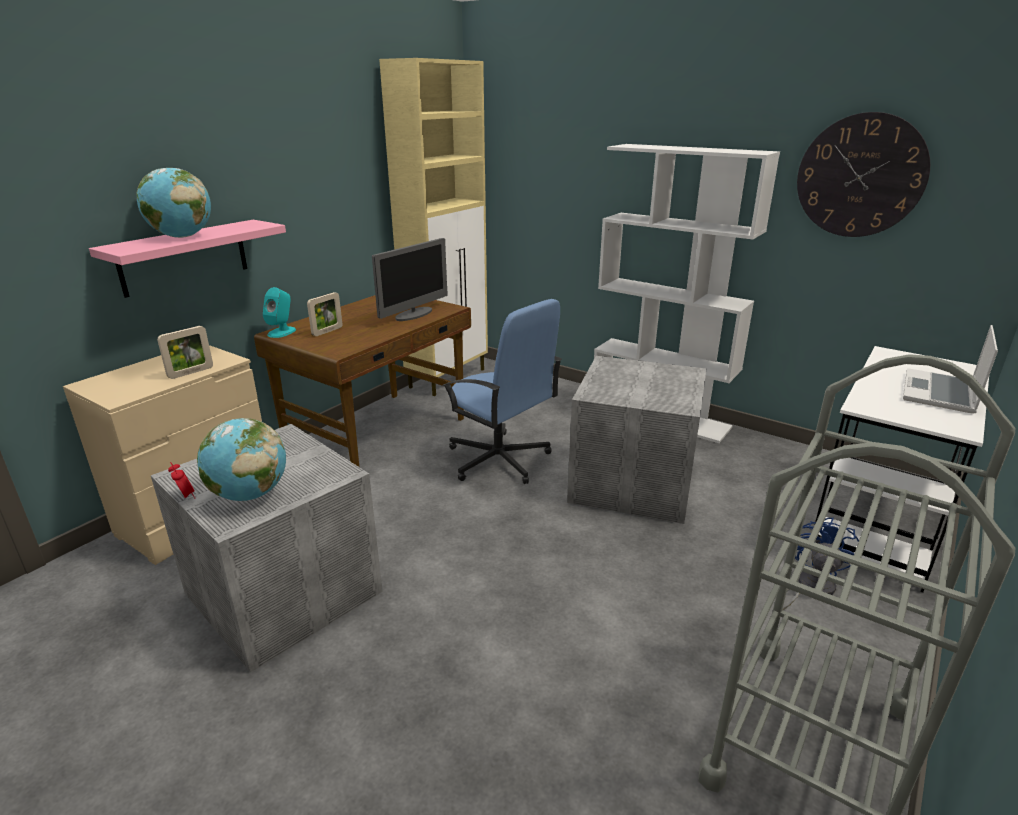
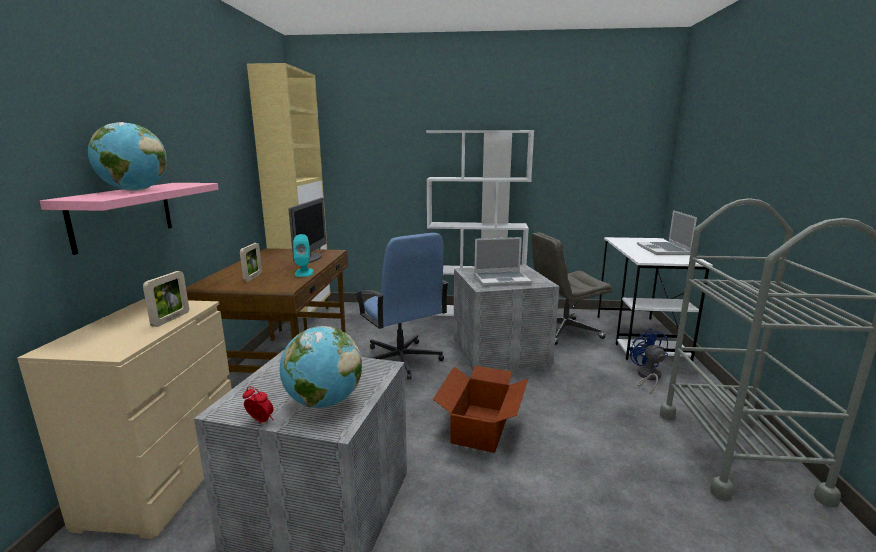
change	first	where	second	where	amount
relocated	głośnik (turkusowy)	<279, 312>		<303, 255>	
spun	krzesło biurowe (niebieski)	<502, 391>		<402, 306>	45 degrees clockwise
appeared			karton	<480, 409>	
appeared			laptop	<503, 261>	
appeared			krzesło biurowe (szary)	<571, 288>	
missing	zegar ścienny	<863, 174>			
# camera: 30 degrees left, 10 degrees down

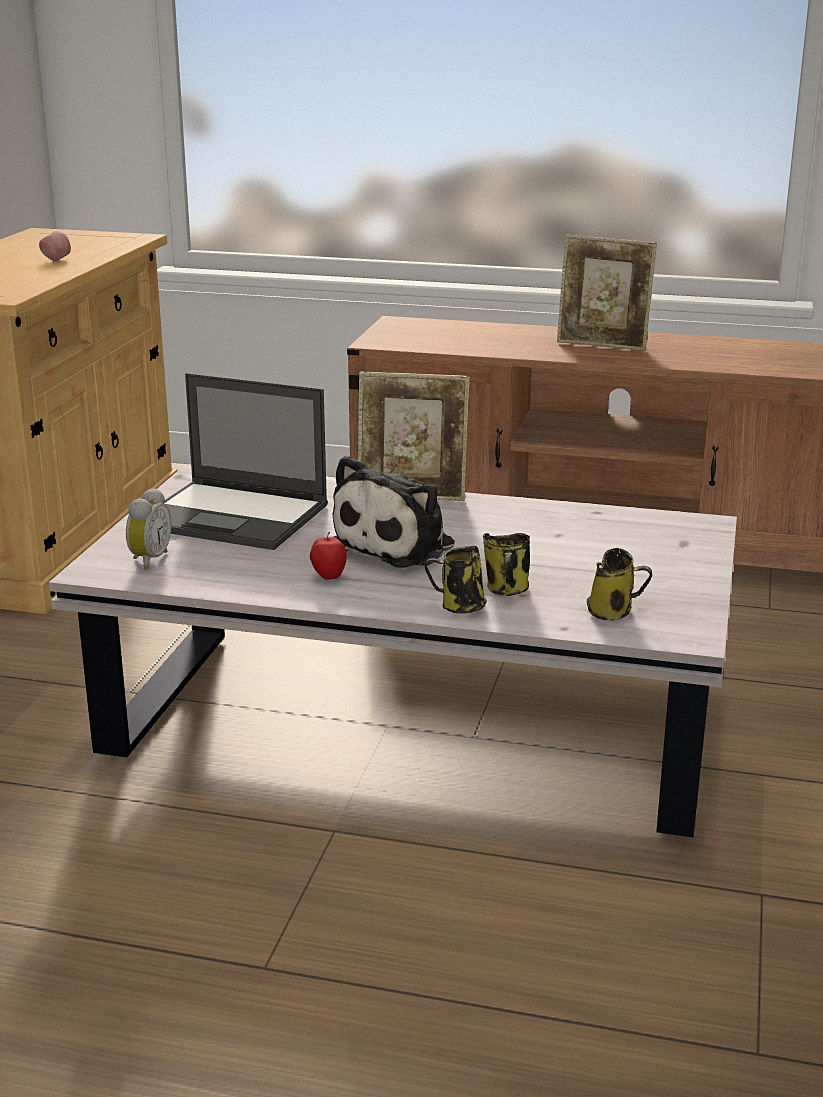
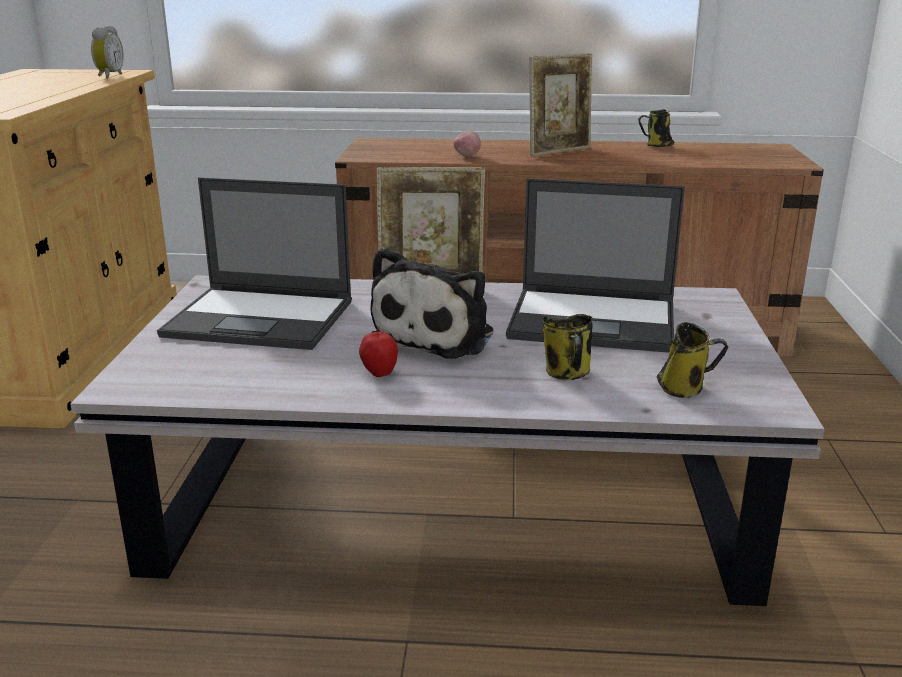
change	first	where	second	where	amount
relocated	budzik	<149, 529>		<107, 52>	
relocated	jabłko	<55, 246>		<467, 144>	
appeared			laptop	<595, 265>	
spun	ramka na zdjęcie	<607, 292>		<561, 105>	45 degrees counterclockwise
relocated	kubek	<456, 580>		<656, 128>	
# camera: 10 degrees left, 0 degrees up

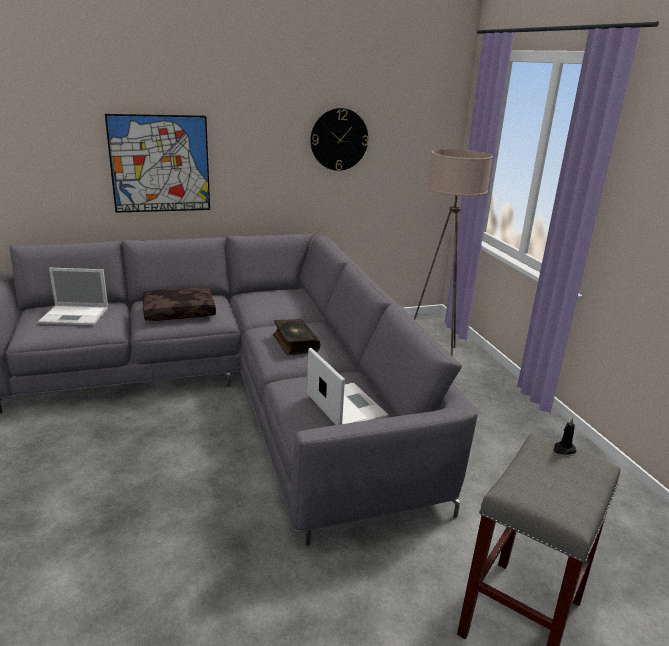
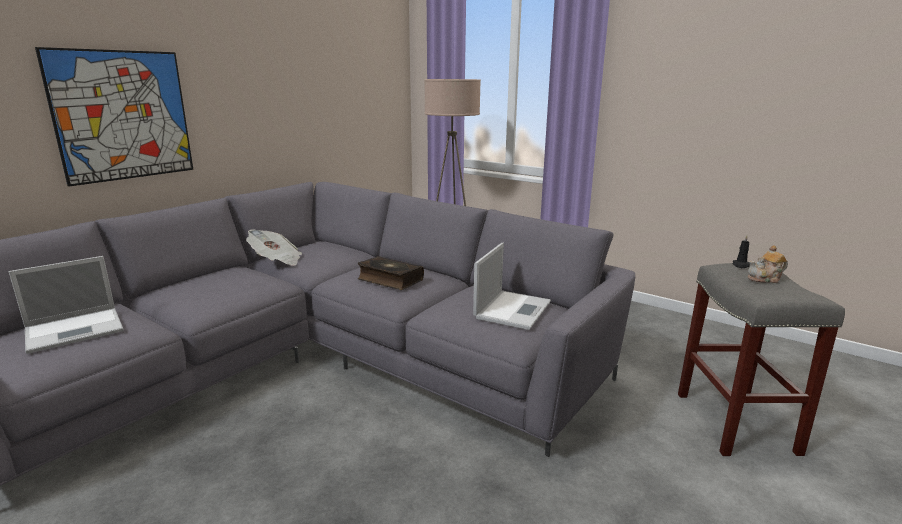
change	first	where	second	where	amount
appeared			gazeta	<274, 247>	
spun	laptop	<348, 386>		<512, 286>	90 degrees clockwise
appeared			imbryk	<768, 264>	
missing	poduszka (brązowy)	<179, 304>			
missing	zegar ścienny	<339, 139>			
# camera: 35 degrees left, 5 degrees down

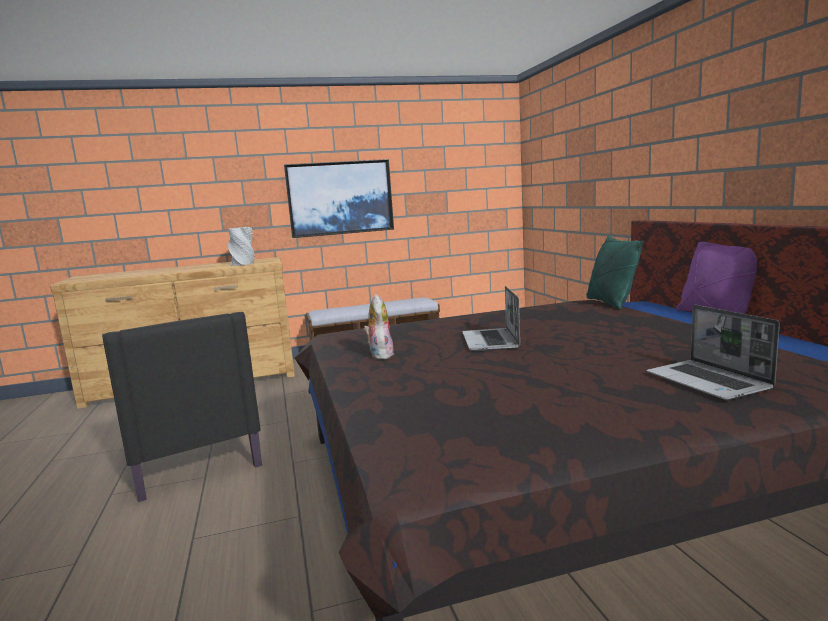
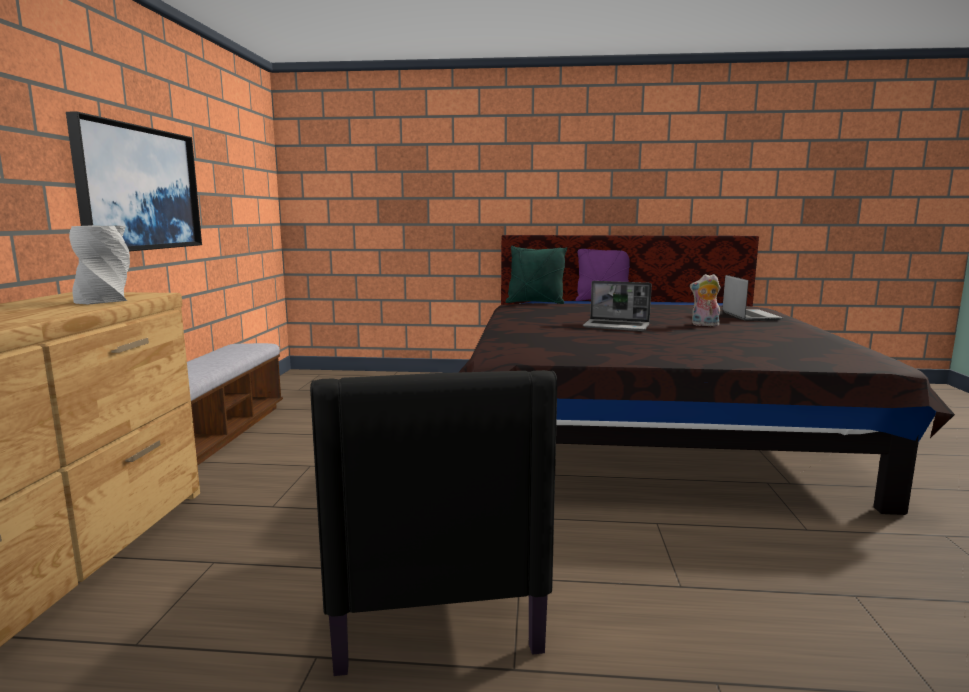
change	first	where	second	where	amount
spun	fotel (czarny)	<182, 407>		<433, 523>	90 degrees clockwise
relocated	pluszak	<378, 326>		<705, 300>	
spun	laptop	<713, 352>		<752, 298>	90 degrees counterclockwise
# camera: 70 degrees left, 0 degrees up

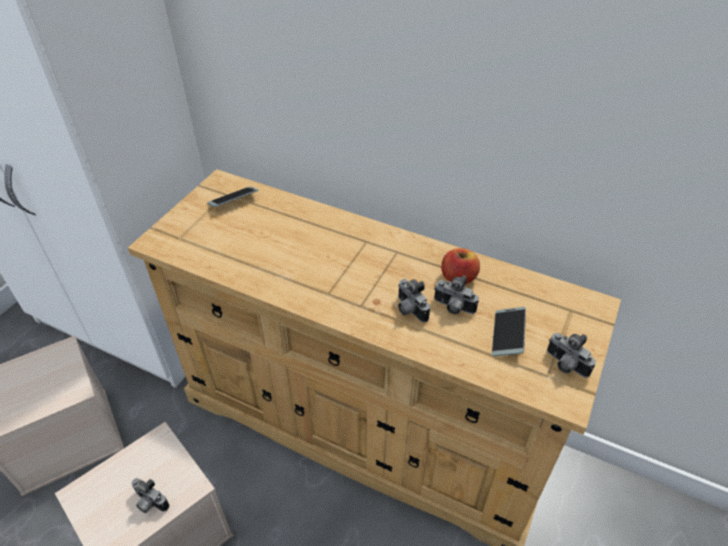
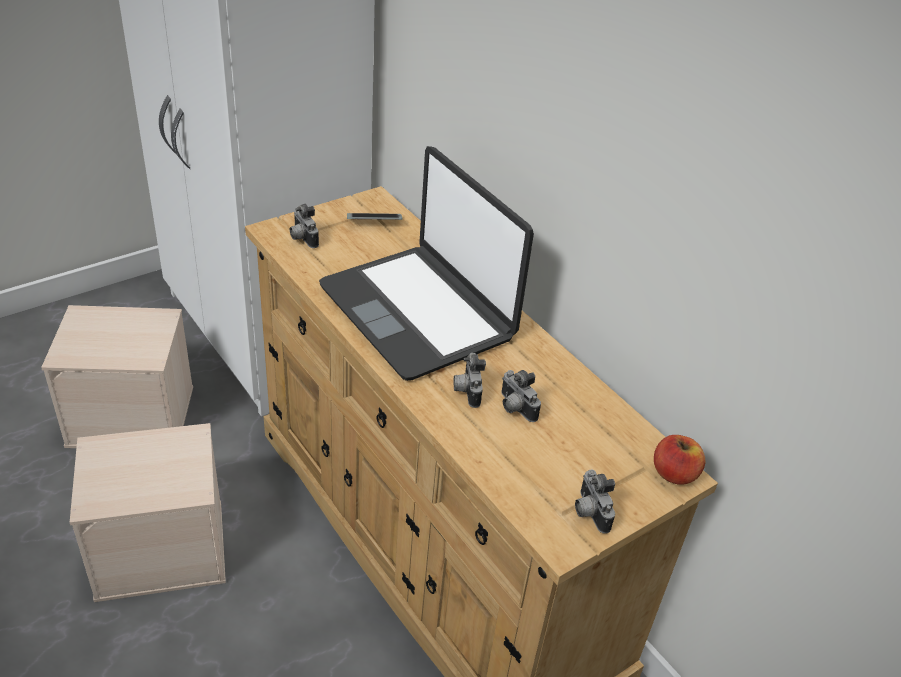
change	first	where	second	where	amount
relocated	aparat fotograficzny	<150, 495>		<304, 226>	
appeared			laptop	<426, 263>	
relocated	jabłko	<460, 266>		<679, 460>	
missing	telefon	<509, 331>			
# camera: 25 degrees right, 5 degrees down

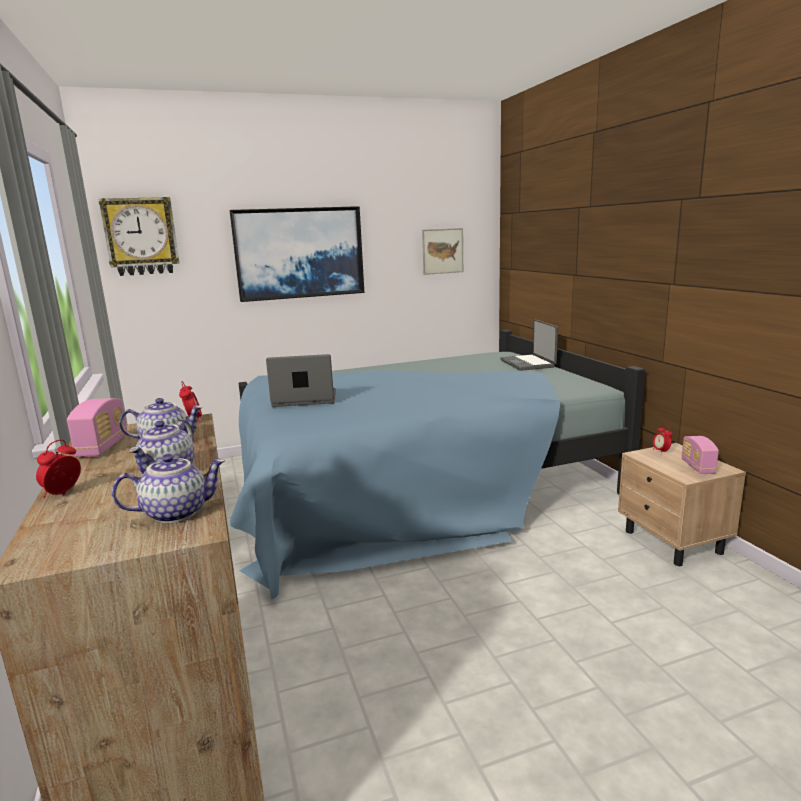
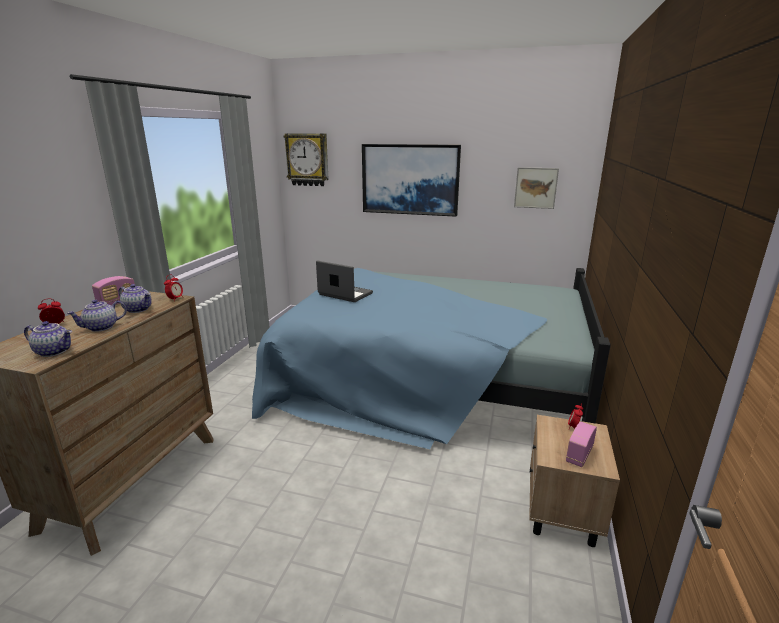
change	first	where	second	where	amount
missing	laptop	<529, 345>			
# camera: 35 degrees right, 5 degrees up

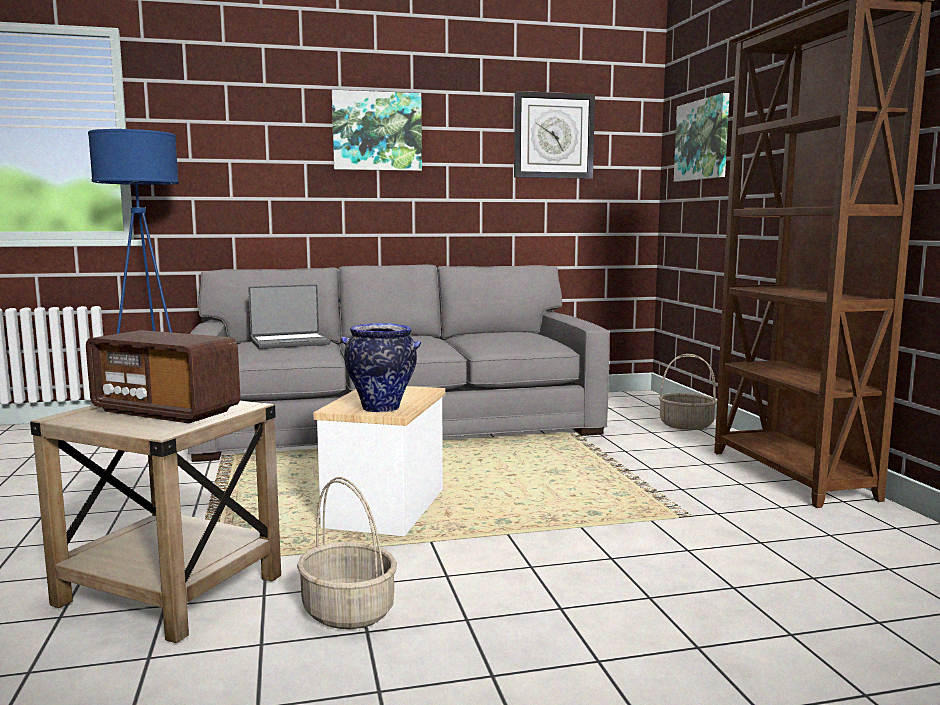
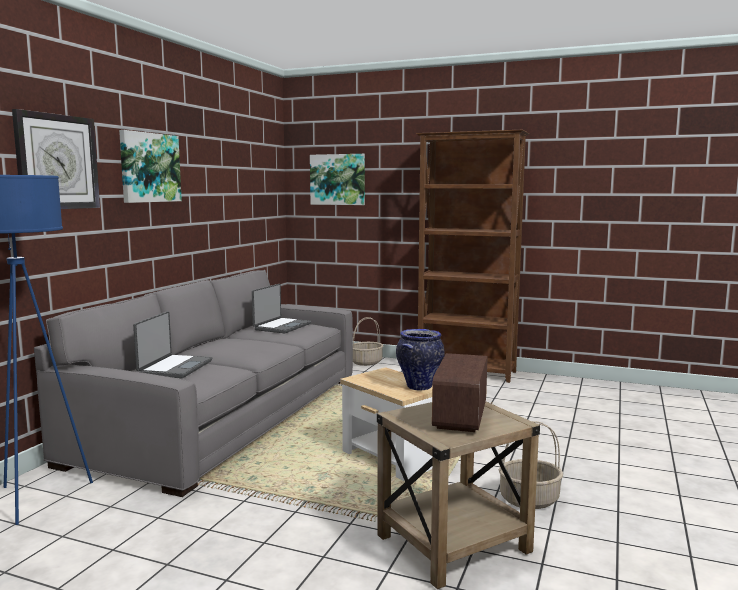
change	first	where	second	where	amount
relocated	zegar ścienny	<554, 135>		<56, 159>	
appeared			laptop	<281, 308>	
spun	radio	<163, 376>		<459, 392>	135 degrees clockwise
# camera: 55 degrees left, 0 degrees up

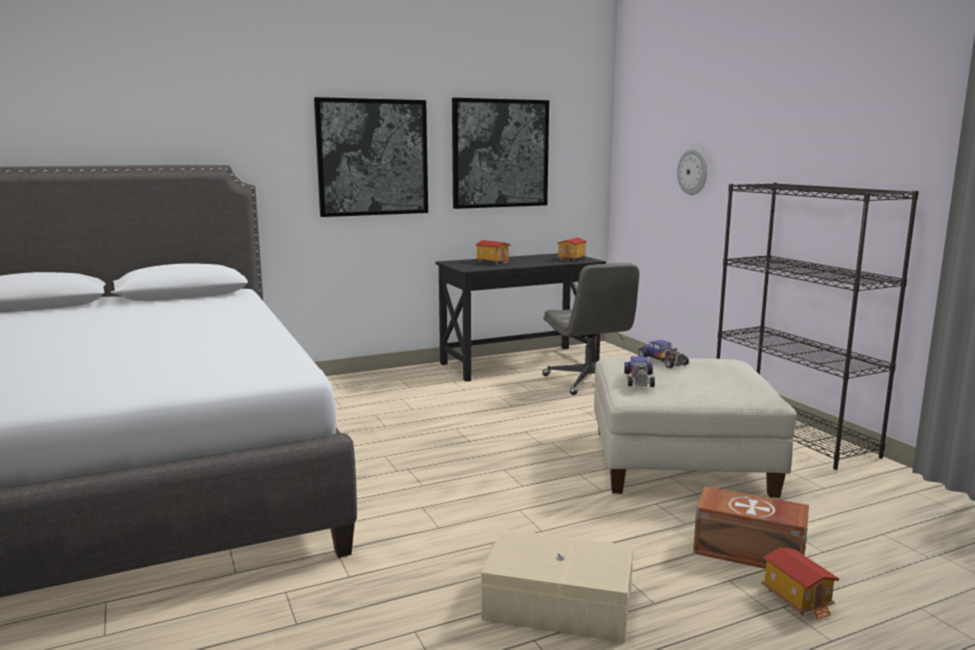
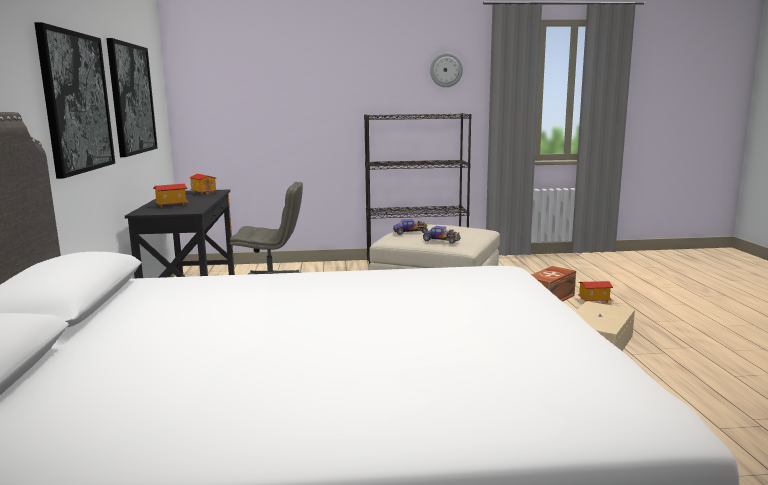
change	first	where	second	where	amount
relocated	zegar ścienny	<692, 172>		<446, 70>	
# camera: 70 degrees left, 0 degrees up

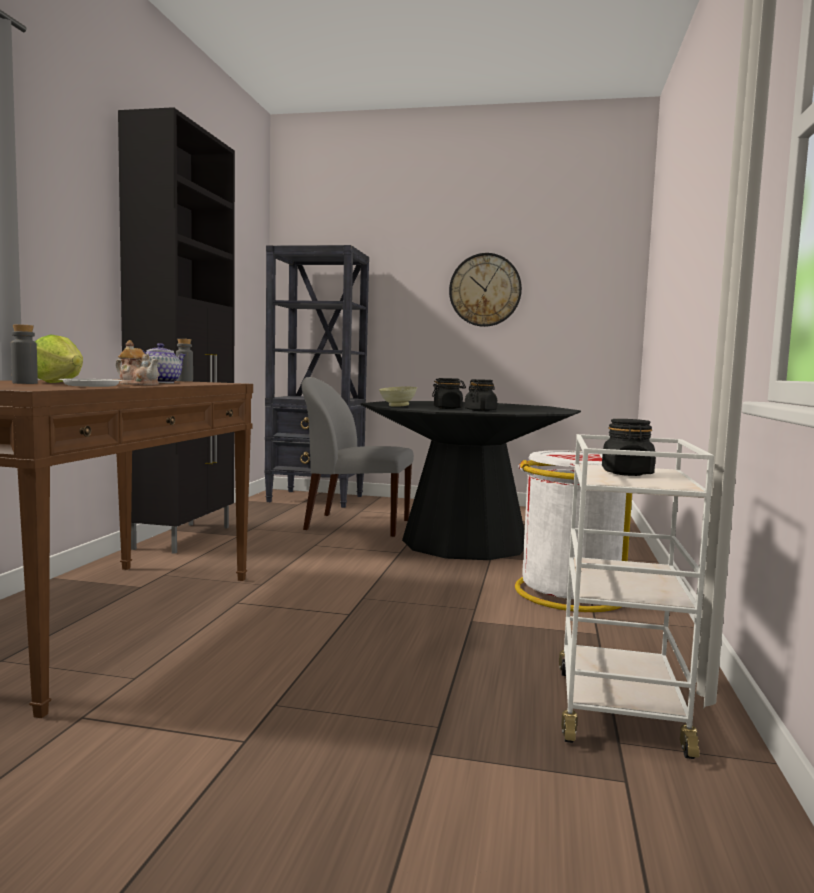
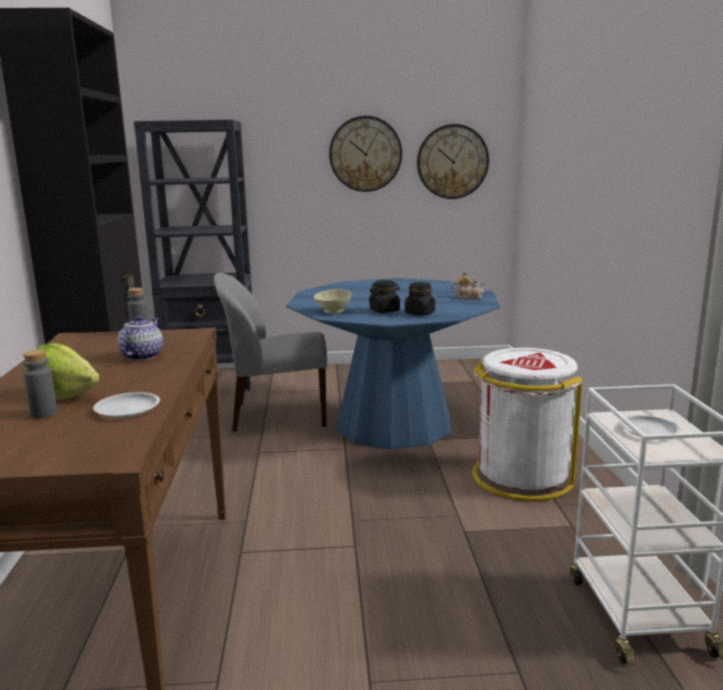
change	first	where	second	where	amount
colour	stół jadalny (czarny)	<471, 480>	stół jadalny (niebieski)	<393, 364>	
appeared			zegar ścienny	<453, 161>	
relocated	imbryk	<137, 362>		<469, 285>	
exchanged	słoik (czarny)	<628, 447>	talerz (biały)	<650, 425>	
# camera: 15 degrees left, 10 degrees up

